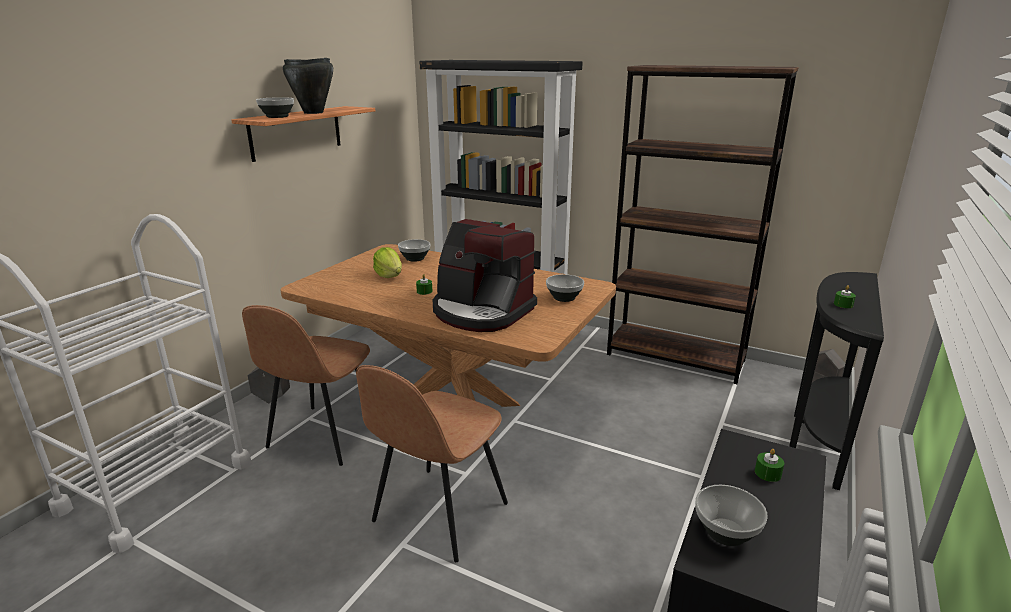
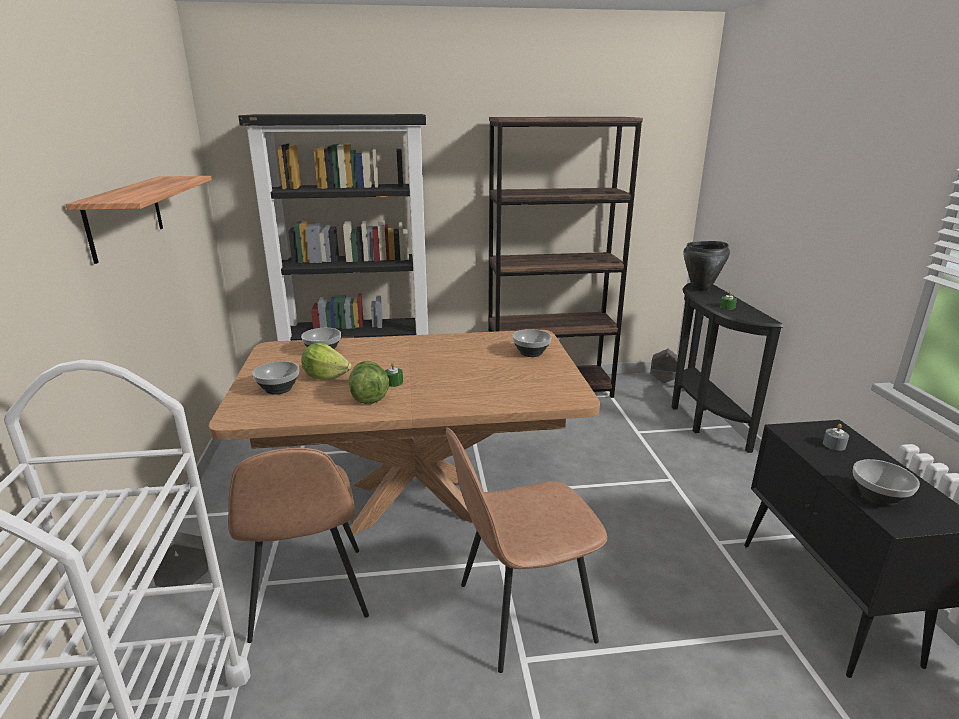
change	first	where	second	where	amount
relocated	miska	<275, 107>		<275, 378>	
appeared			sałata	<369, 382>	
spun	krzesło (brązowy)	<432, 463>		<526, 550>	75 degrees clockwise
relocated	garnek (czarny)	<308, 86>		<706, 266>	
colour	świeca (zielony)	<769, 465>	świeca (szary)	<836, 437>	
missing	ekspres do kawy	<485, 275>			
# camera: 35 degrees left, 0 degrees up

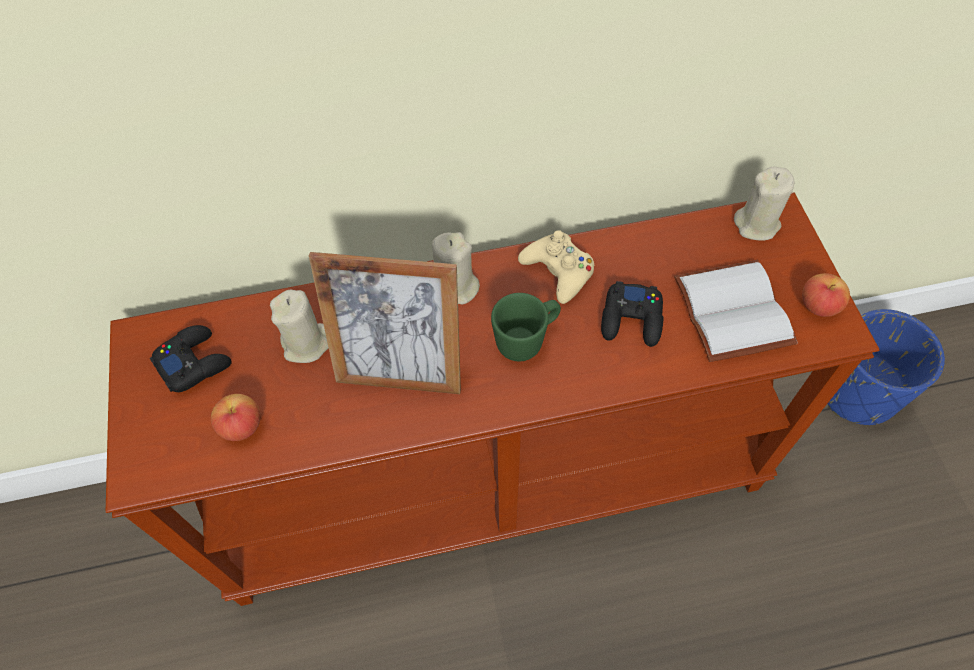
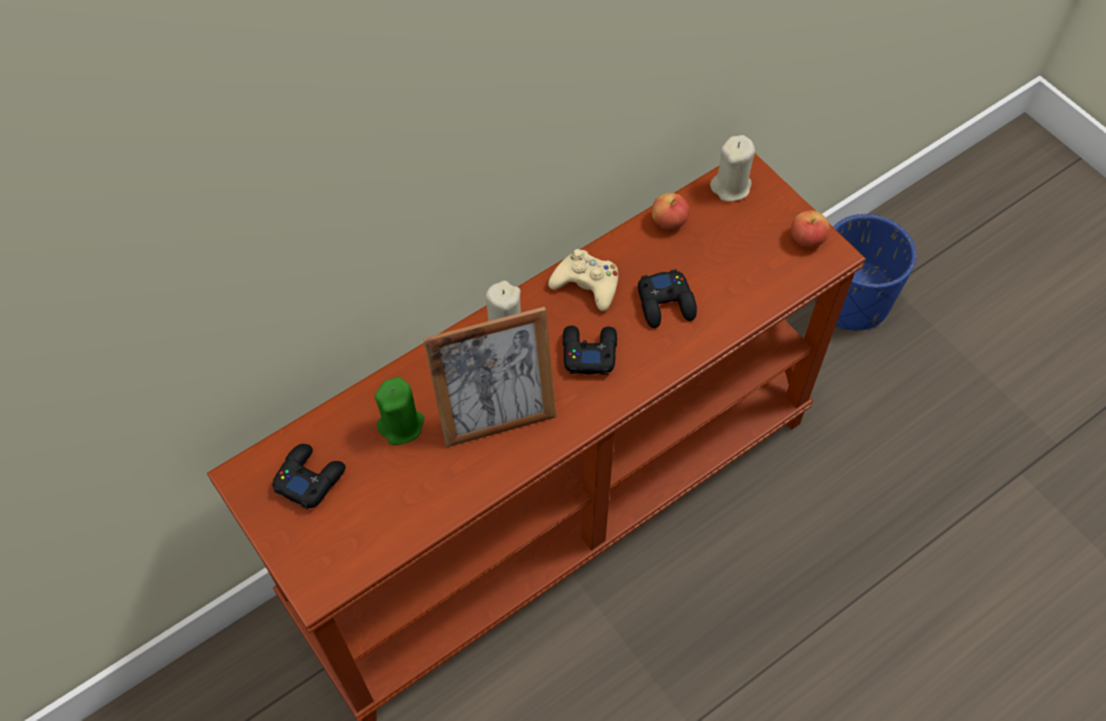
change	first	where	second	where	amount
colour	świeca (beżowy)	<299, 326>	świeca (zielony)	<399, 411>	
exchanged	kubek (zielony)	<526, 327>	pad do gier (czarny)	<590, 350>	
relocated	jabłko	<235, 417>		<670, 211>	
missing	książka (biały)	<736, 311>			
# camera: 25 degrees left, 0 degrees up

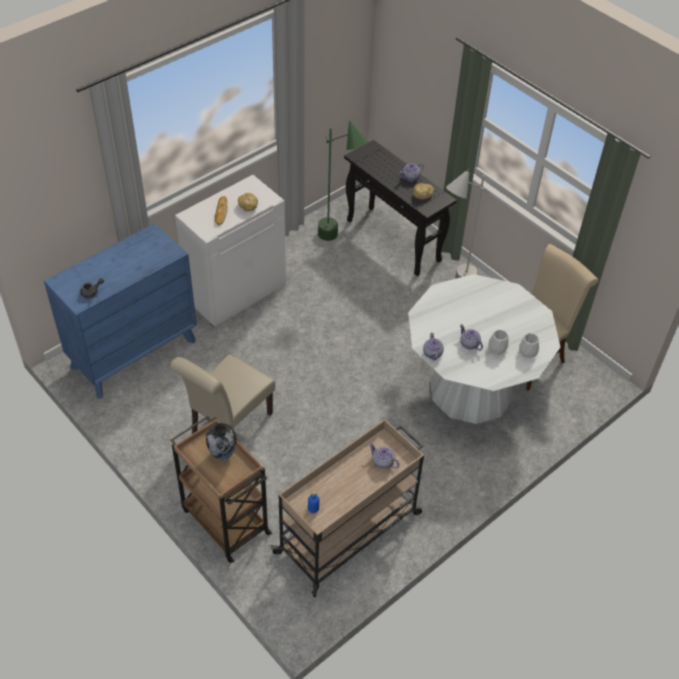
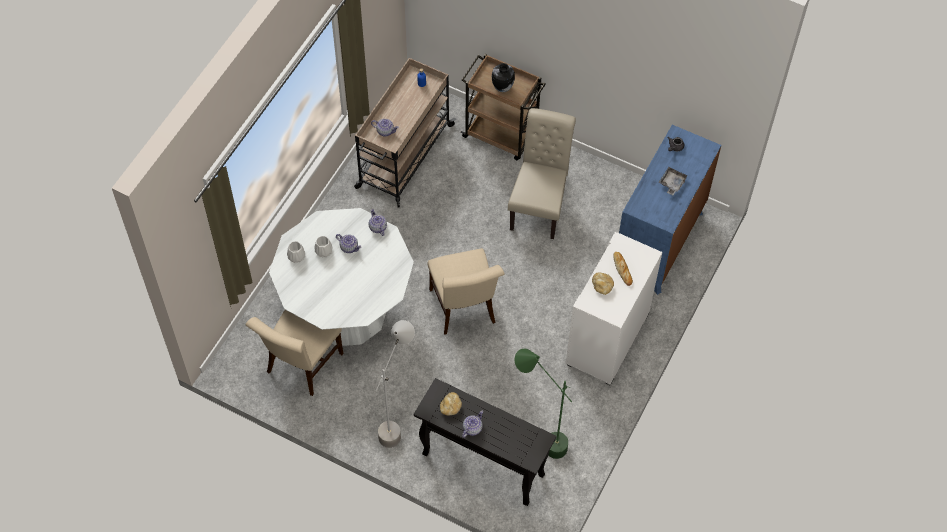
change	first	where	second	where	amount
appeared			krzesło (beżowy)	<466, 291>	
appeared			taca (szary)	<672, 181>	
# camera: 160 degrees right, 10 degrees up

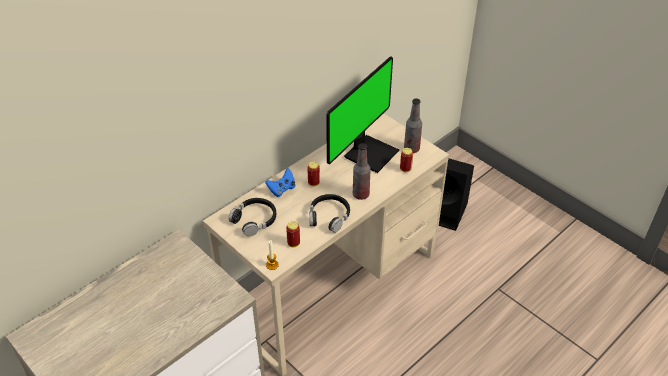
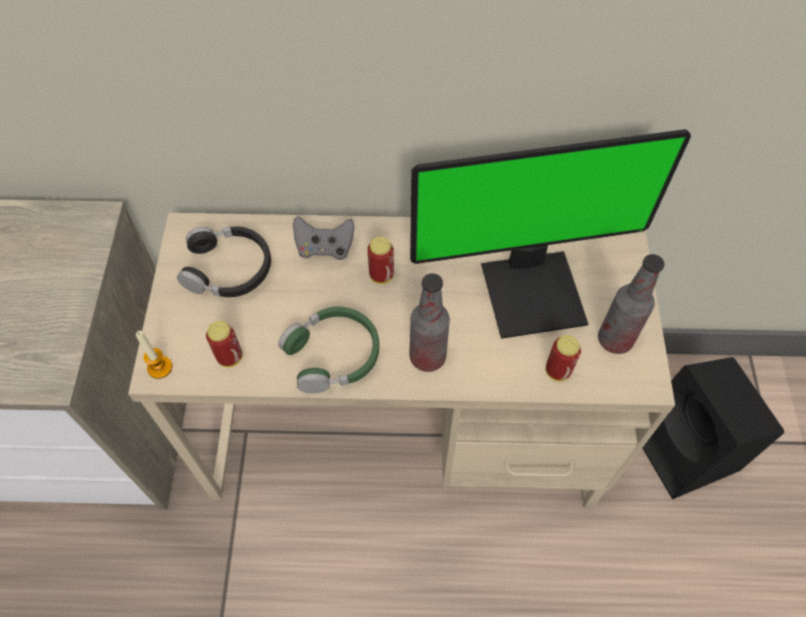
change	first	where	second	where	amount
colour	słuchawki (czarny)	<329, 213>	słuchawki (zielony)	<329, 350>	
colour	pad do gier (niebieski)	<280, 182>	pad do gier (szary)	<323, 238>	
# camera: 45 degrees right, 15 degrees up

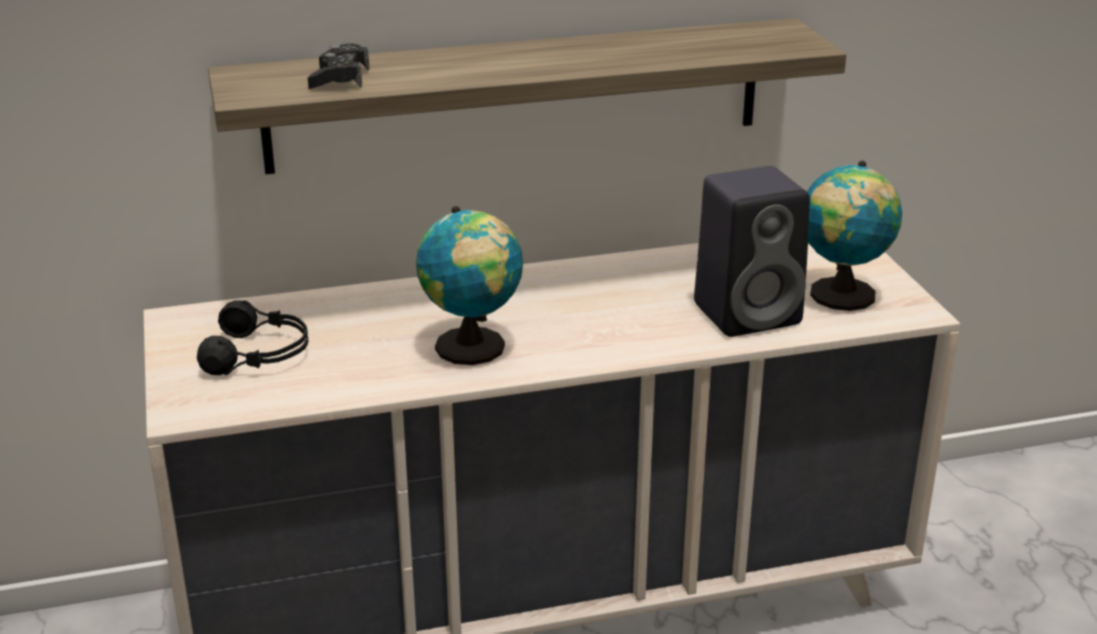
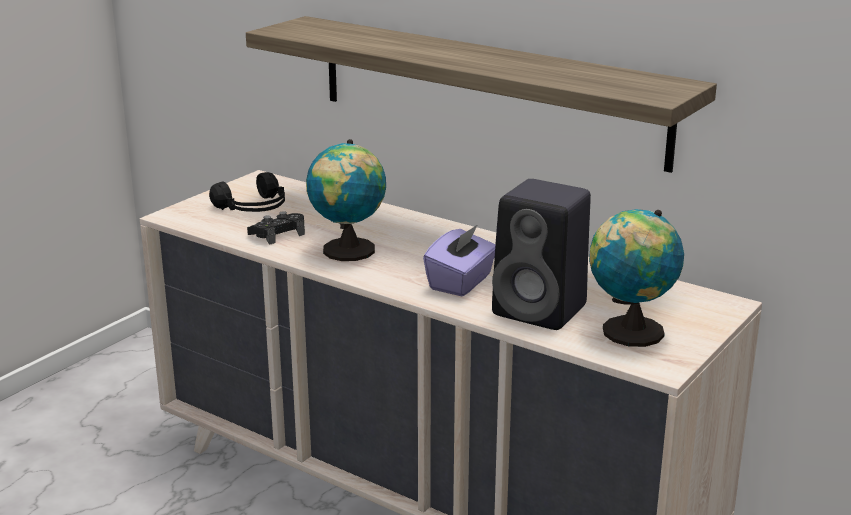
change	first	where	second	where	amount
relocated	pad do gier (czarny)	<338, 66>		<276, 228>	
appeared			pudełko chusteczek (fioletowy)	<459, 260>	
# camera: 50 degrees right, 5 degrees down

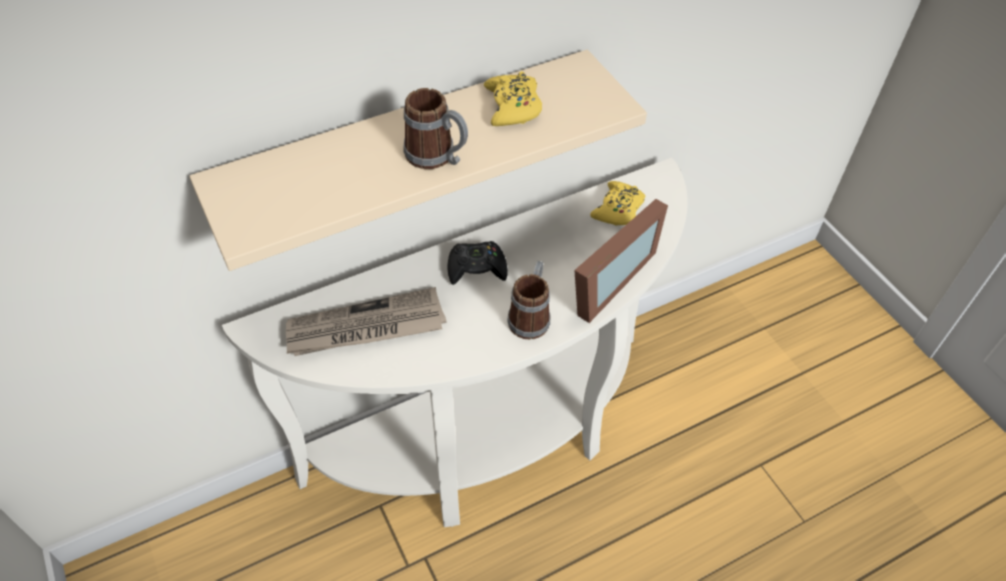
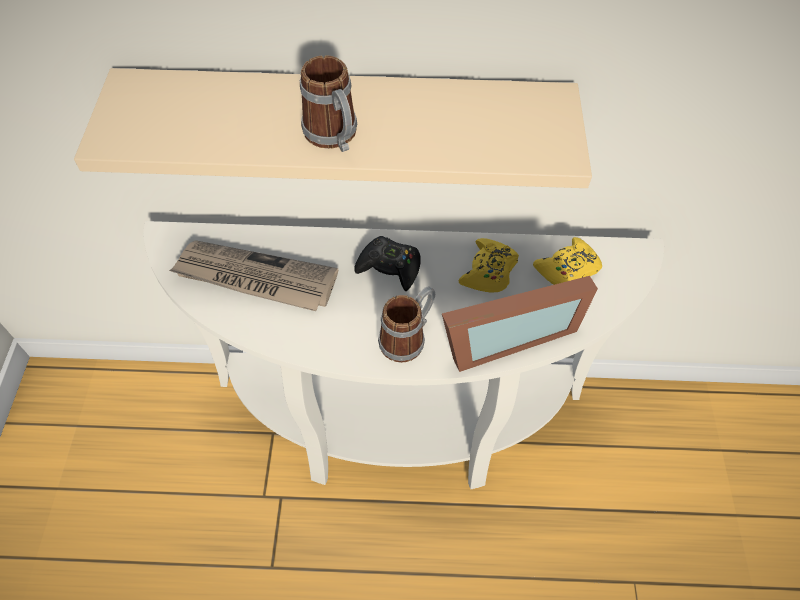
change	first	where	second	where	amount
relocated	pad do gier (żółty)	<513, 98>		<488, 265>	
# camera: 30 degrees right, 5 degrees up

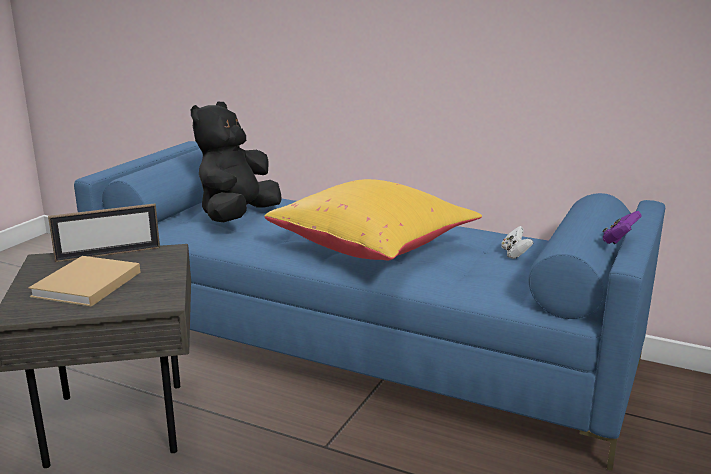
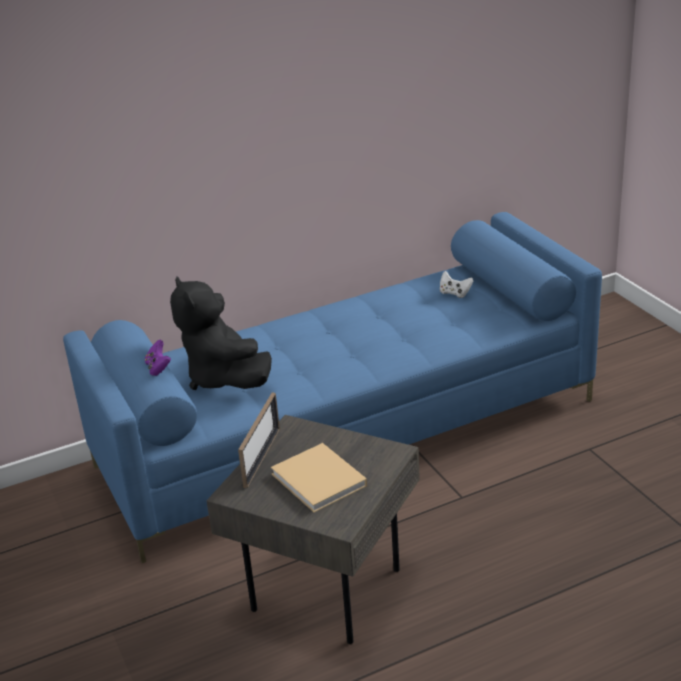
change	first	where	second	where	amount
relocated	pad do gier (fioletowy)	<622, 227>		<158, 358>	
missing	poduszka (żółty)	<373, 219>			
# camera: 50 degrees left, 10 degrees up

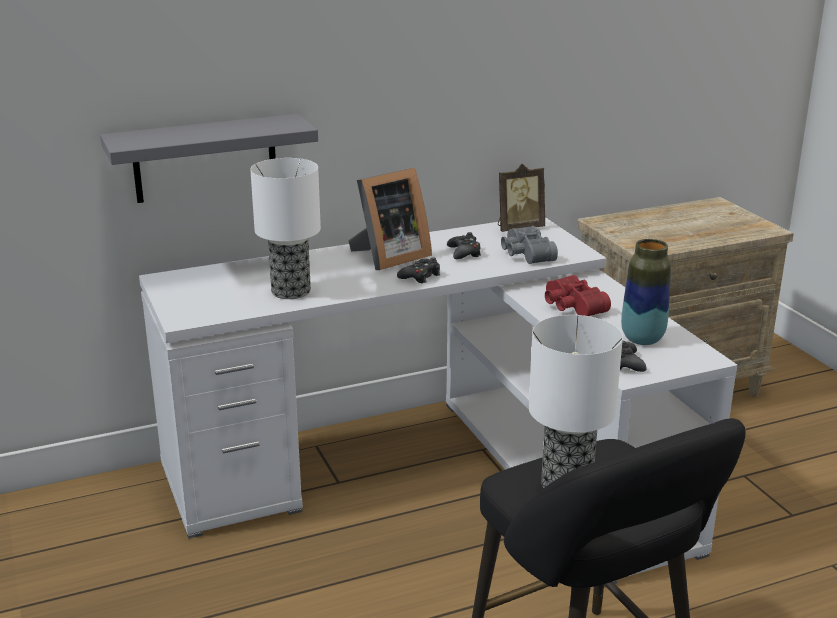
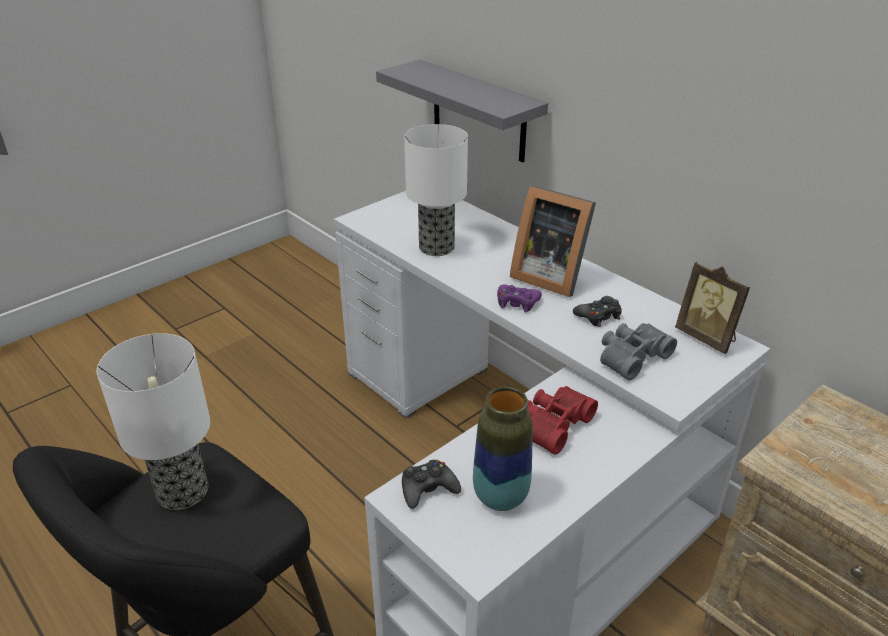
change	first	where	second	where	amount
colour	pad do gier (czarny)	<418, 270>	pad do gier (fioletowy)	<519, 298>	
# camera: 70 degrees right, 10 degrees up

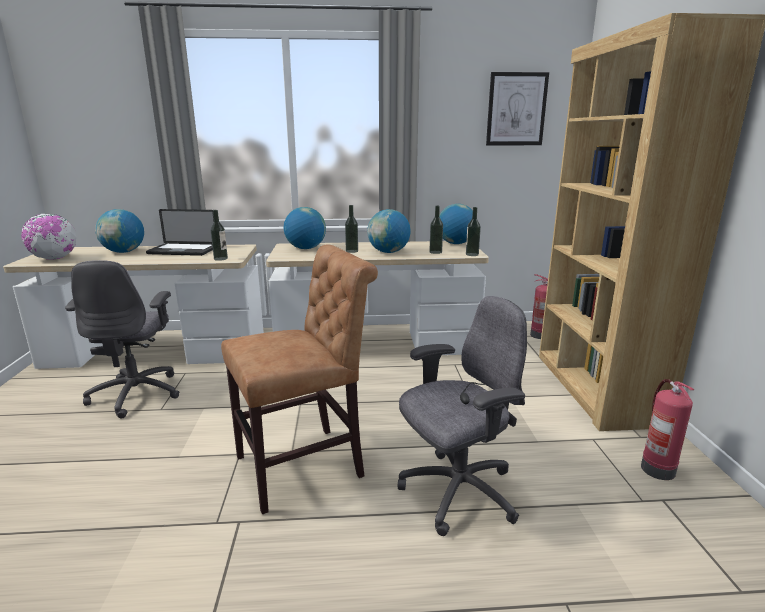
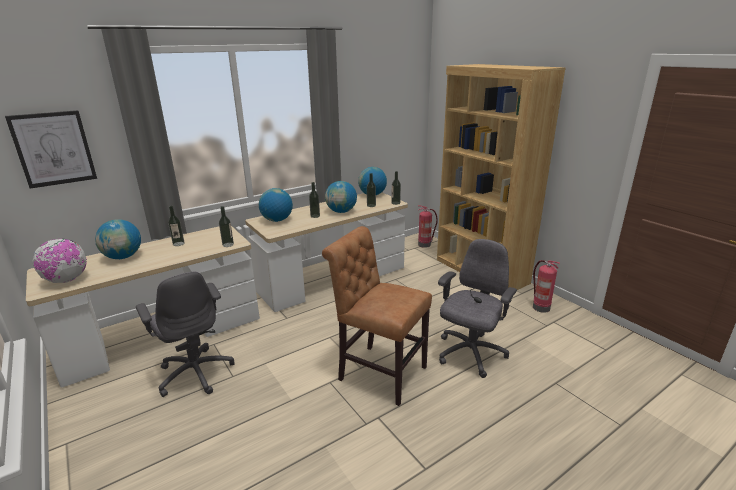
change	first	where	second	where	amount
relocated	obraz	<517, 108>		<51, 149>	
exchanged	laptop	<180, 232>	butelka	<176, 226>	
spun	krzesło (brązowy)	<299, 379>		<377, 316>	90 degrees counterclockwise
# camera: 30 degrees left, 5 degrees up

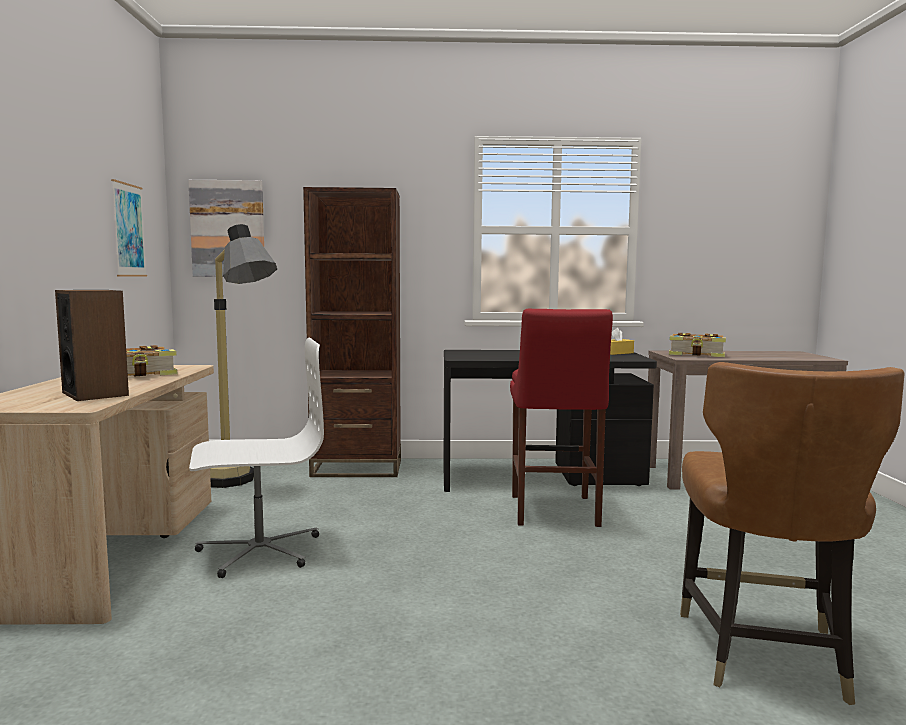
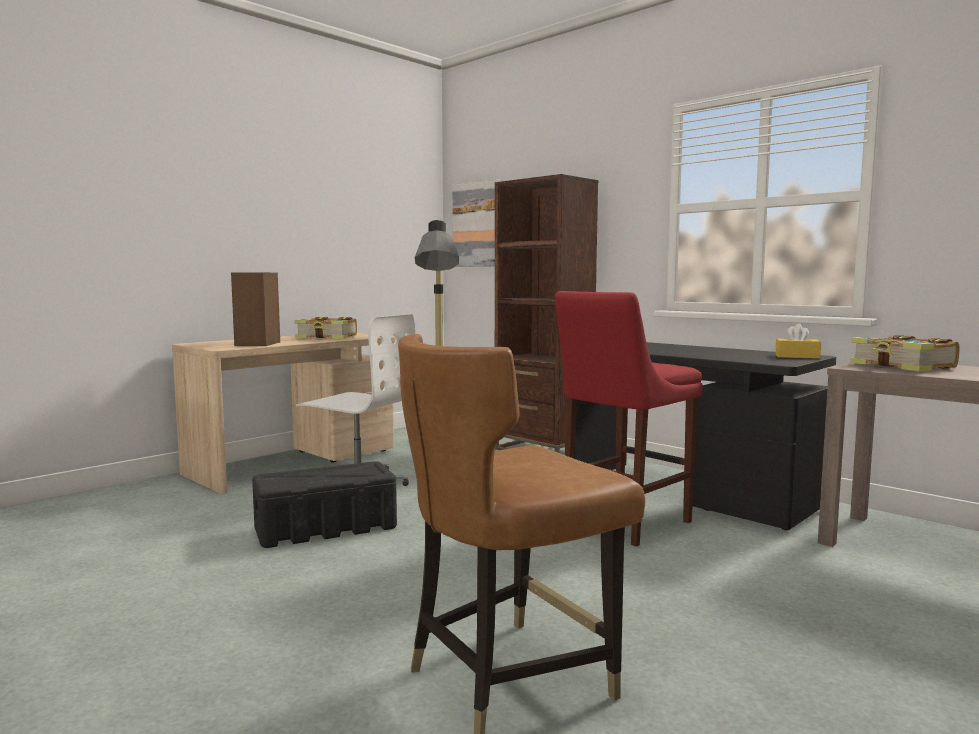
change	first	where	second	where	amount
appeared			pojemnik do przechowywania (czarny)	<324, 504>	
missing	obraz	<129, 228>			
# camera: 45 degrees right, 0 degrees up

